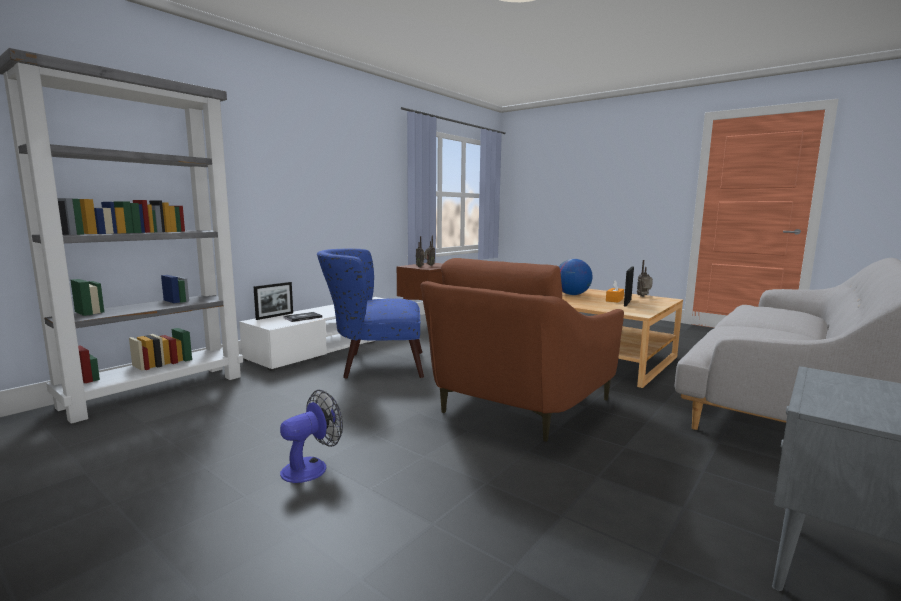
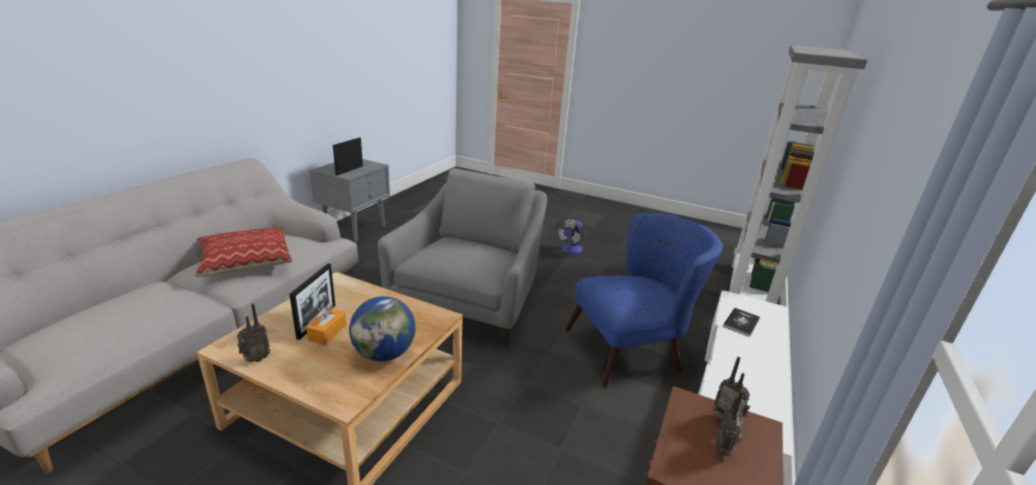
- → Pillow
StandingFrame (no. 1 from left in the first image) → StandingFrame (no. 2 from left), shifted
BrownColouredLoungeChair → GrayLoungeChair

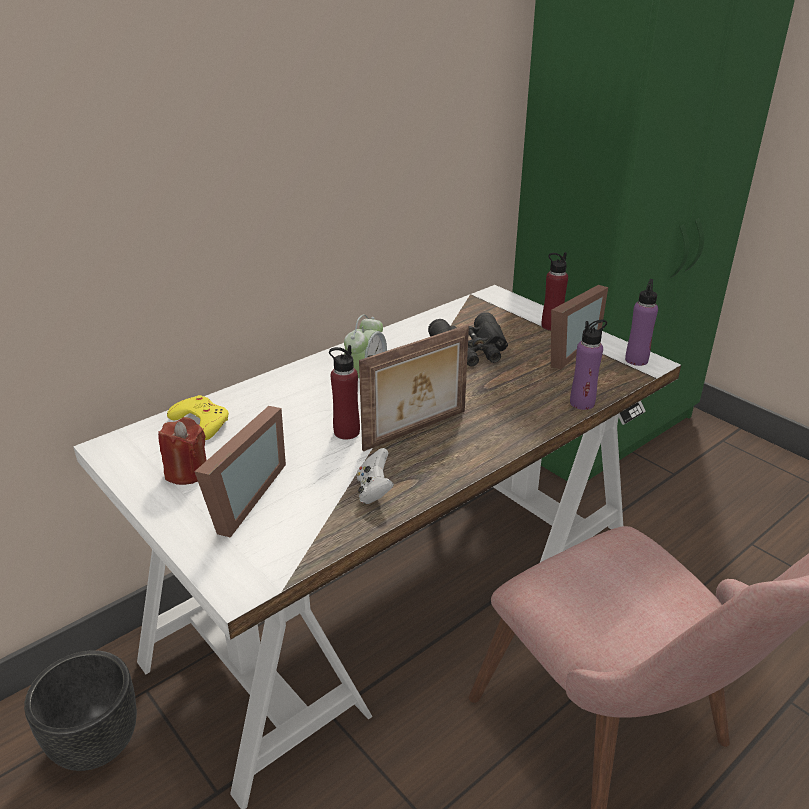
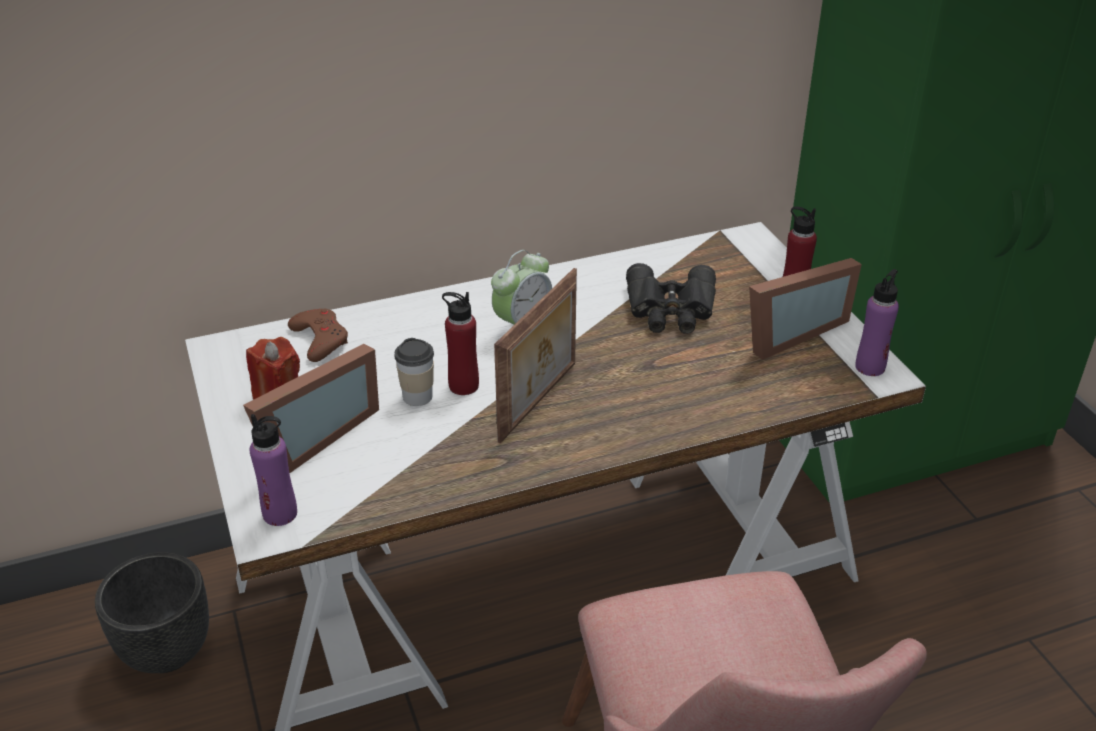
WhitishGameController → -
- → SmallCup
PurplishBottle (no. 1 from left), shifted
YellowGameController → BrownColouredGameController
StandingFrame (no. 2 from left), 45 degrees counterclockwise

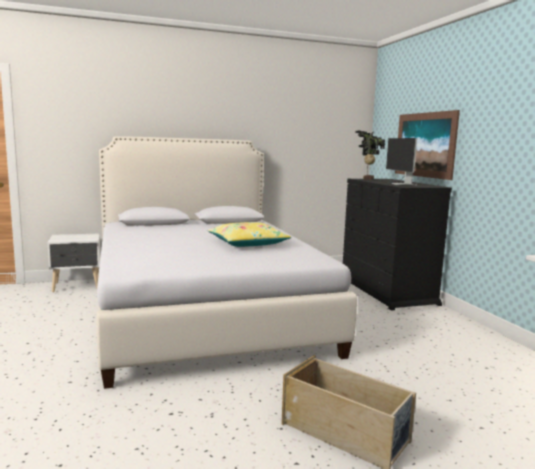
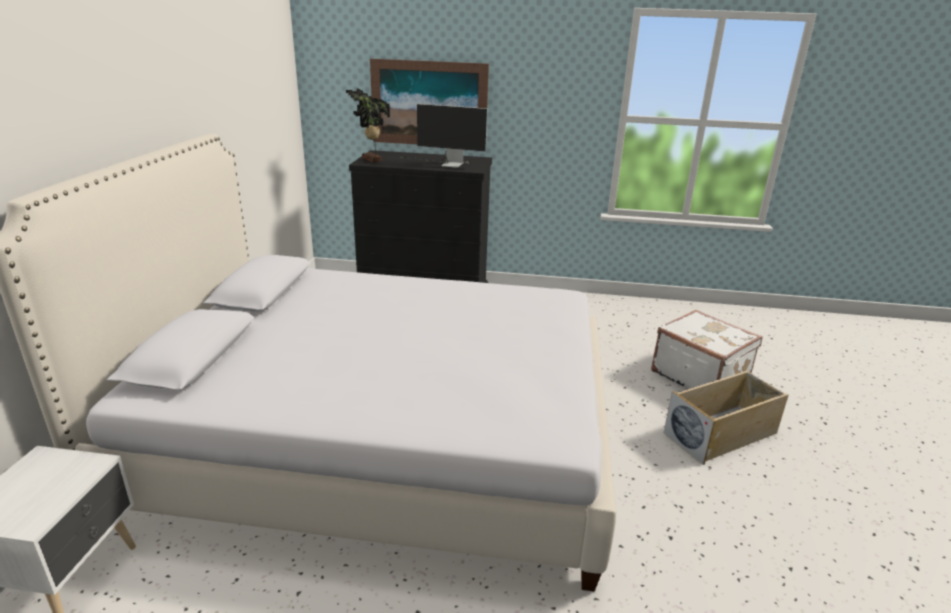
YellowPillow → -
- → WhitishPieceOfLuggage

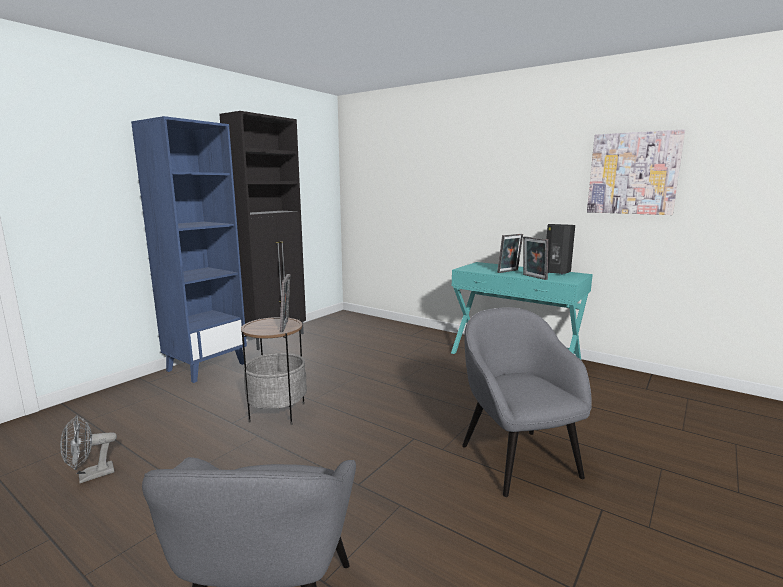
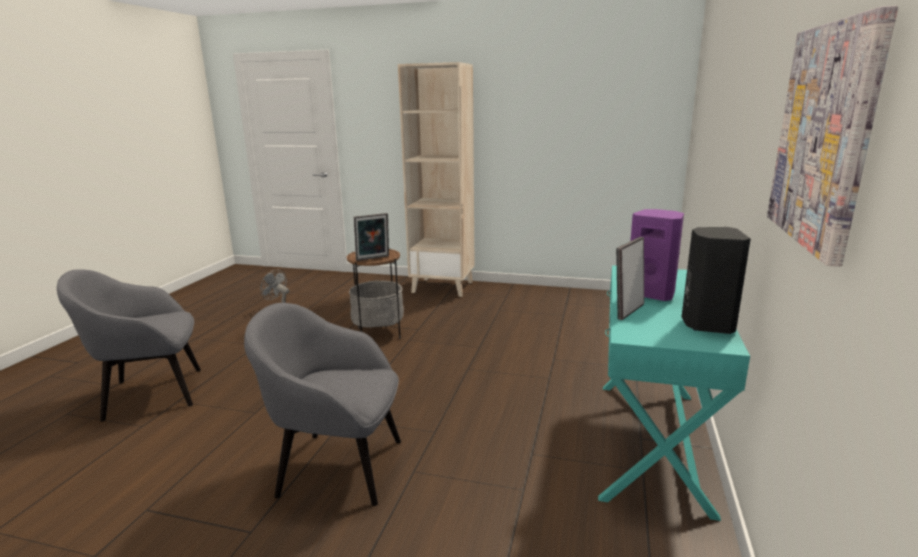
BlackStorageCabinet → -
StandingFrame (no. 2 from left) → PurplishAudioSpeaker
BluishBookcase → BeigeColouredBookcase
GrayLoungeChair (no. 2 from left), 135 degrees counterclockwise

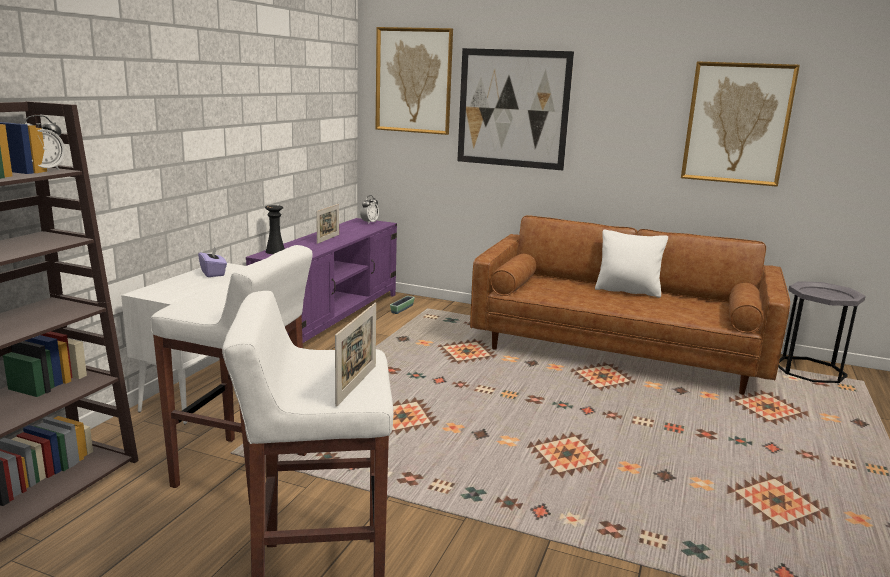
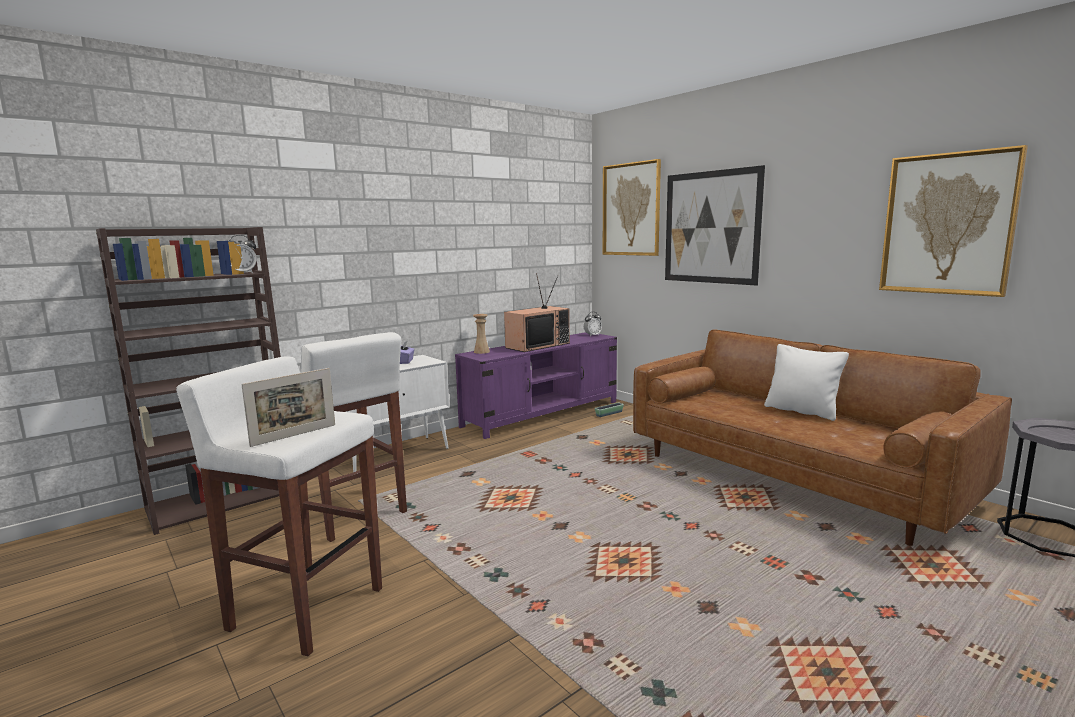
StandingFrame (no. 1 from left) → Tv
BlackFlowerVase → BeigeColouredFlowerVase

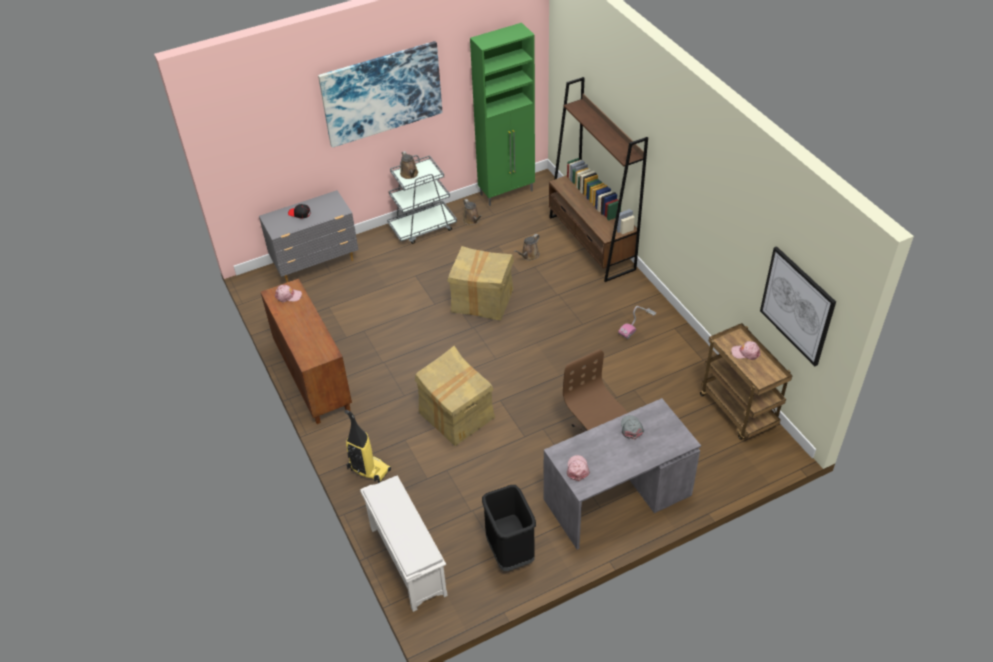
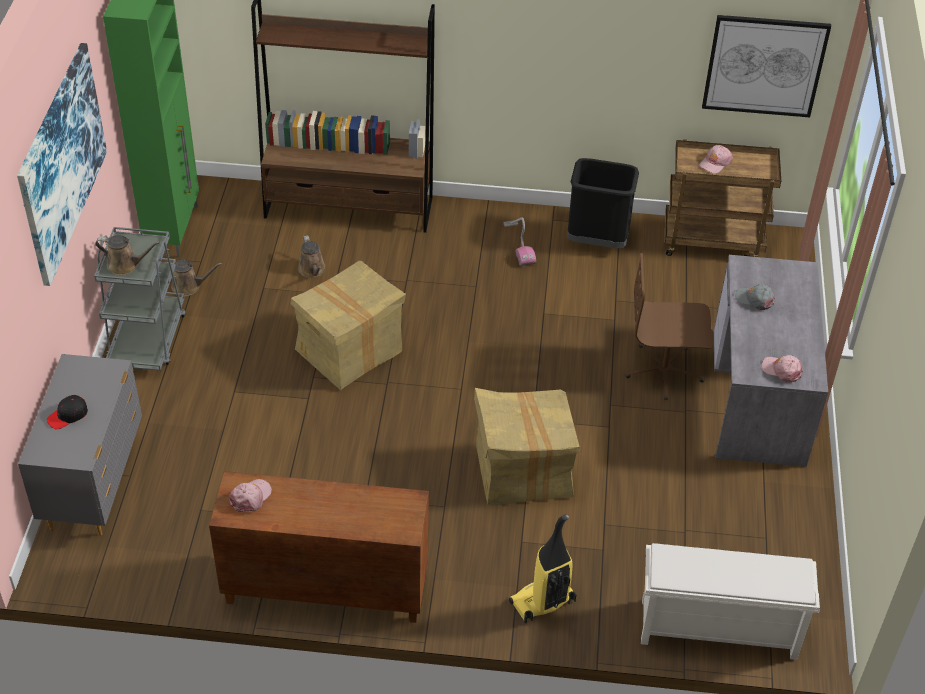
BlackTrashCan, shifted

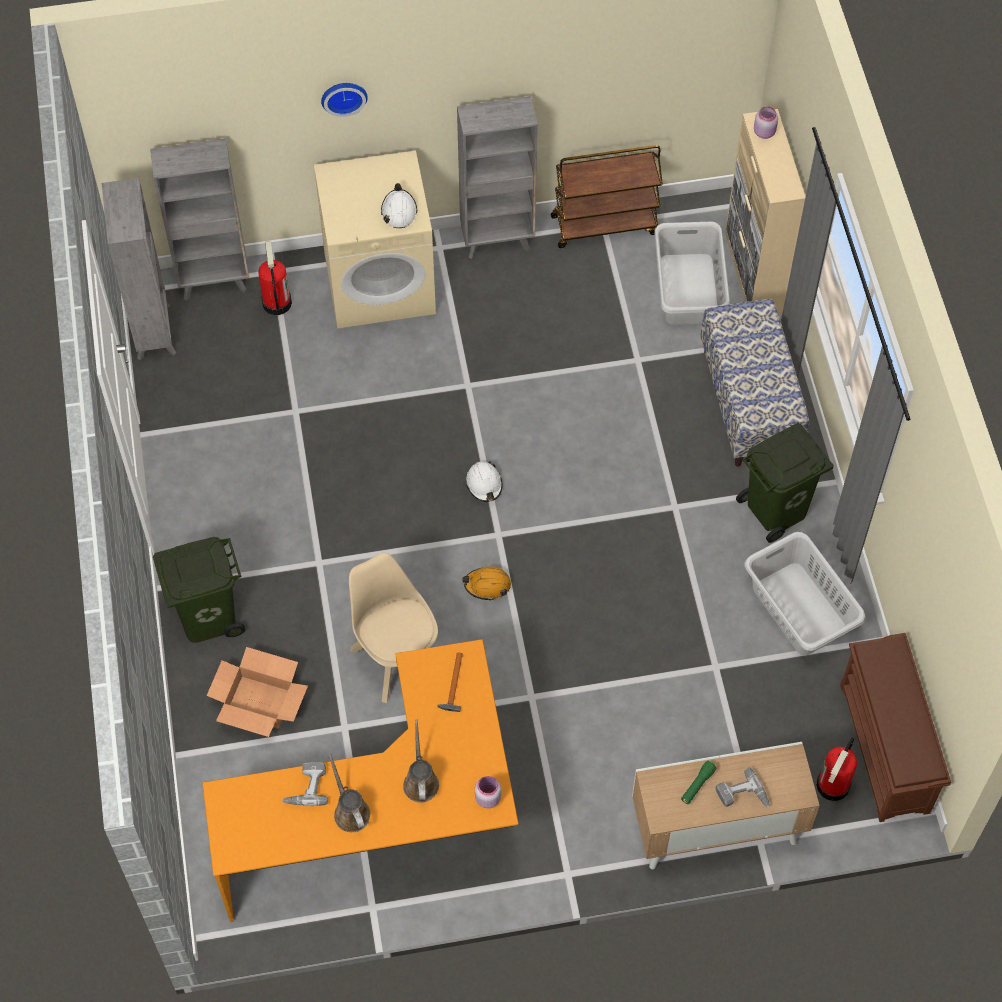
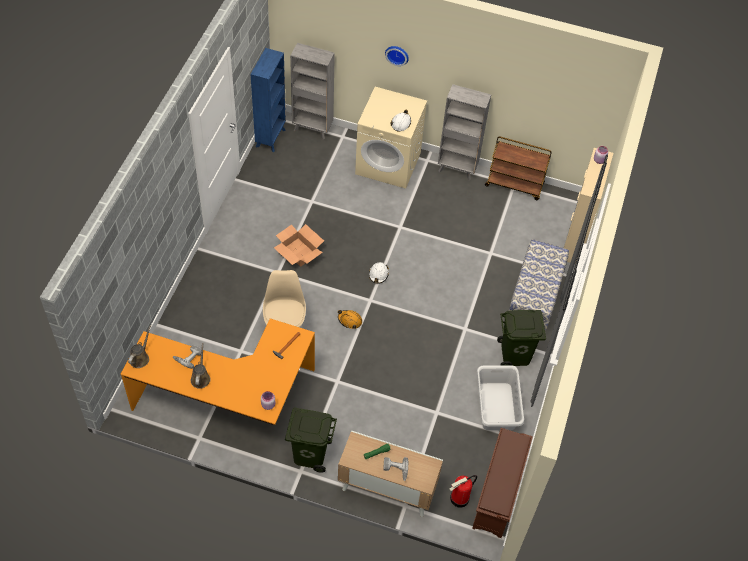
FireFightingCylinder (no. 1 from left) → -
GrayHamper (no. 1 from left) → -
GreenColouredTrashCan (no. 1 from left), shifted
PackingBox, shifted
BrownColouredWateringCan (no. 2 from left in the first image) → BrownColouredWateringCan (no. 1 from left), shifted
GrayBookcase (no. 1 from left) → BluishBookcase

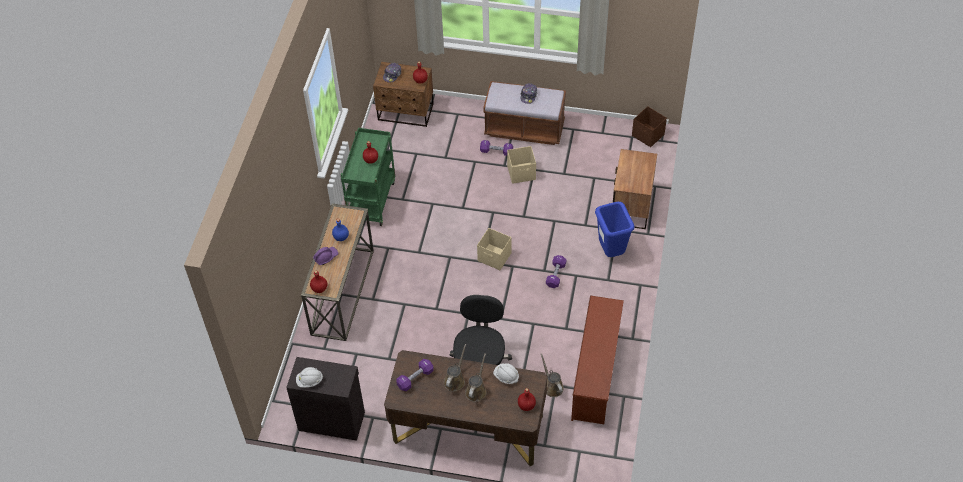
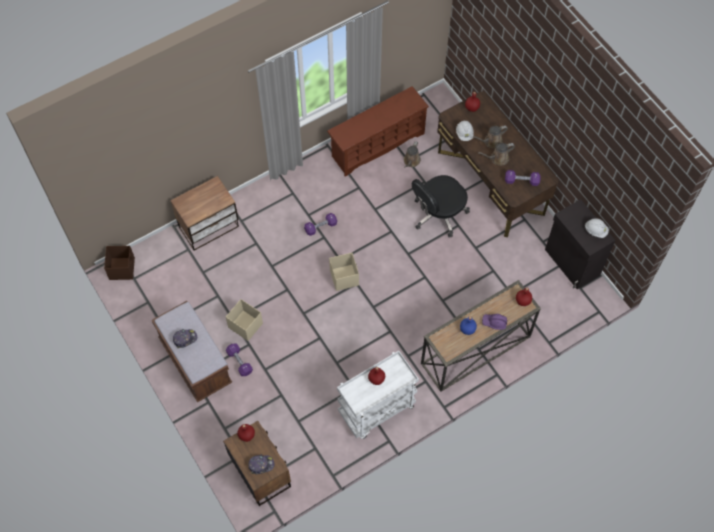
BluishTrashCan → -
GreenColouredCart → WhitishCart

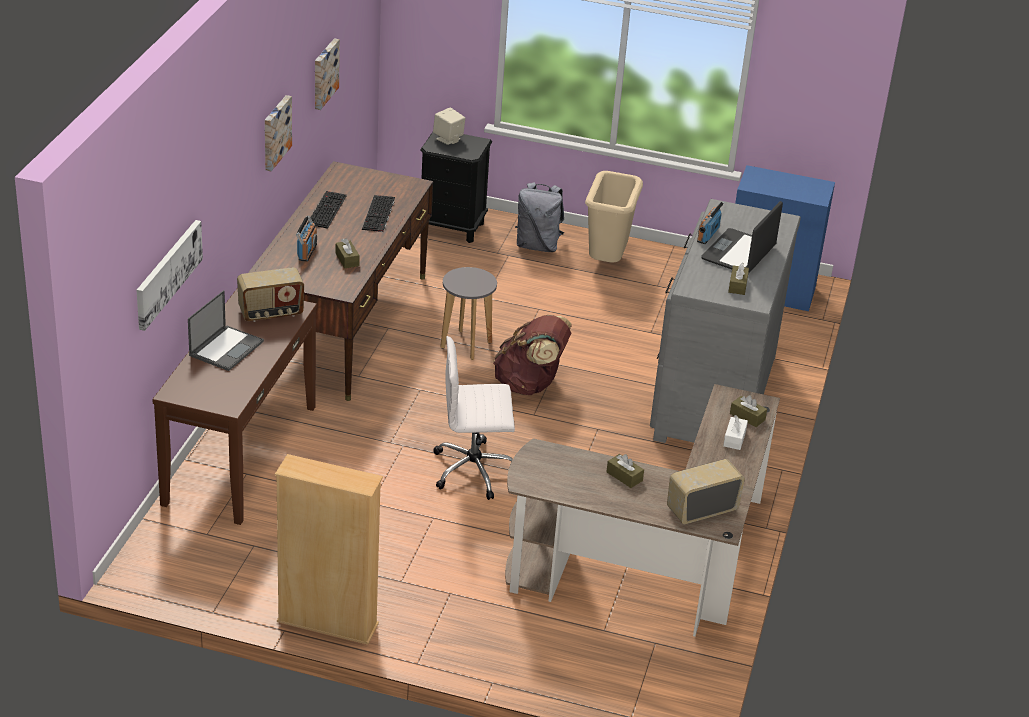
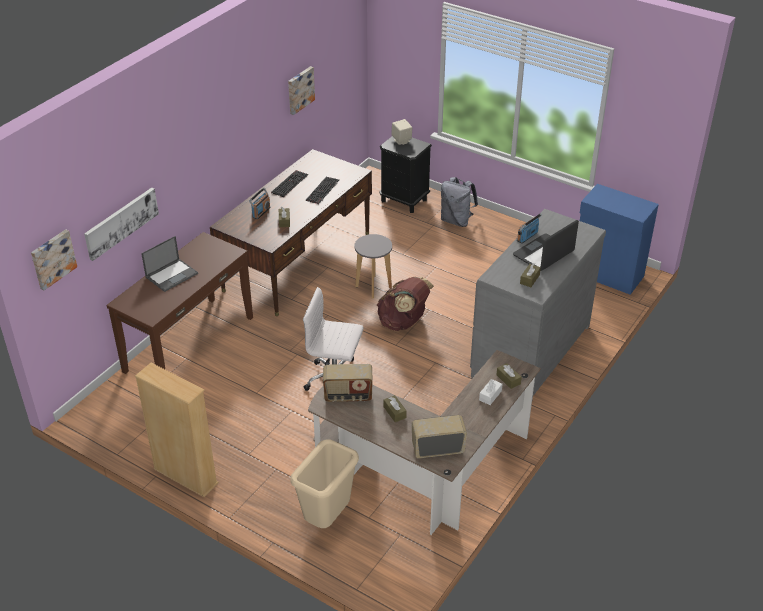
RadioSet (no. 1 from left in the first image) → RadioSet (no. 2 from left), shifted
WallPicture (no. 2 from left in the first image) → WallPicture (no. 1 from left), shifted
BeigeColouredTrashCan, shifted

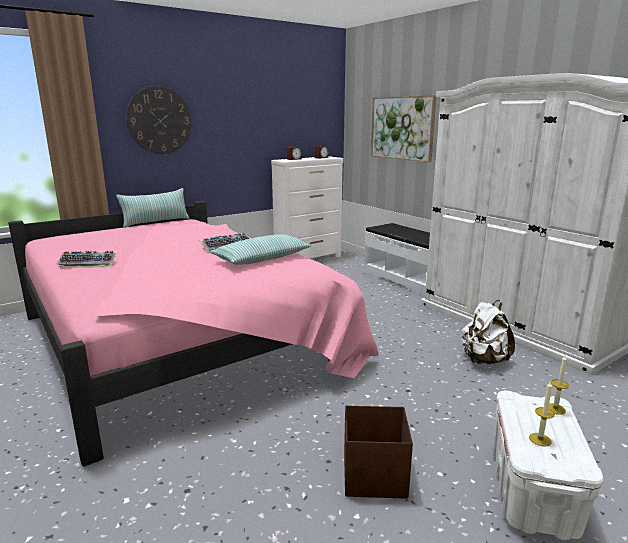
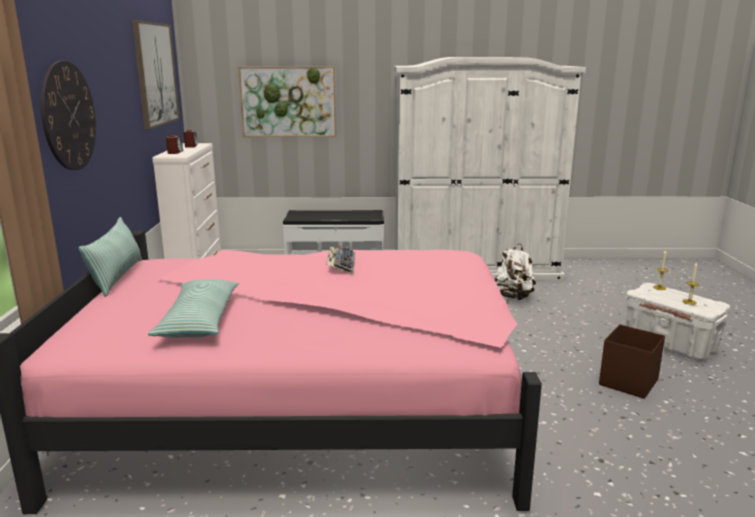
PcKeyboard (no. 1 from left) → -
- → WallPicture (no. 1 from left)
Pillow (no. 2 from left), shifted

